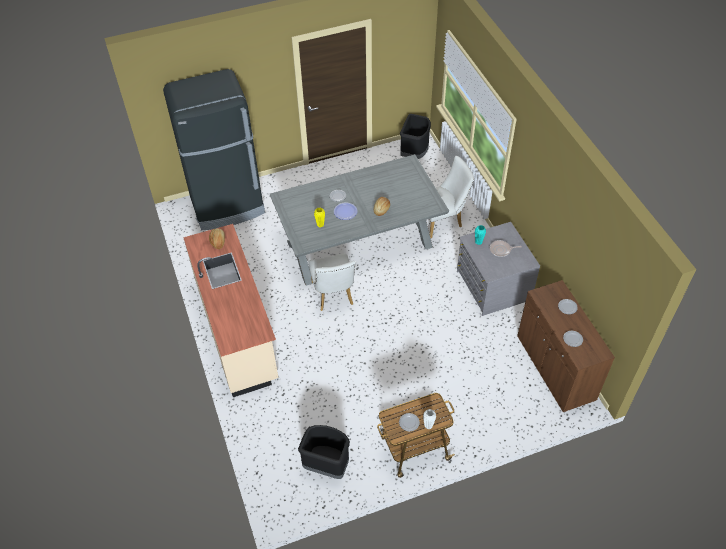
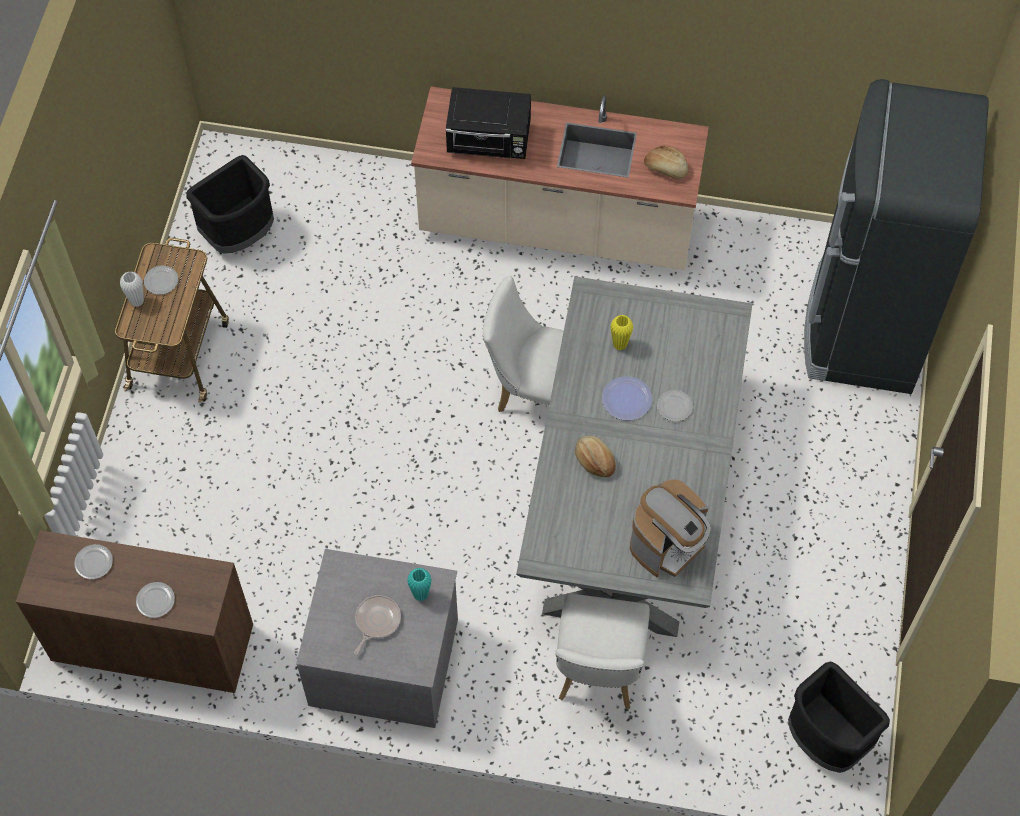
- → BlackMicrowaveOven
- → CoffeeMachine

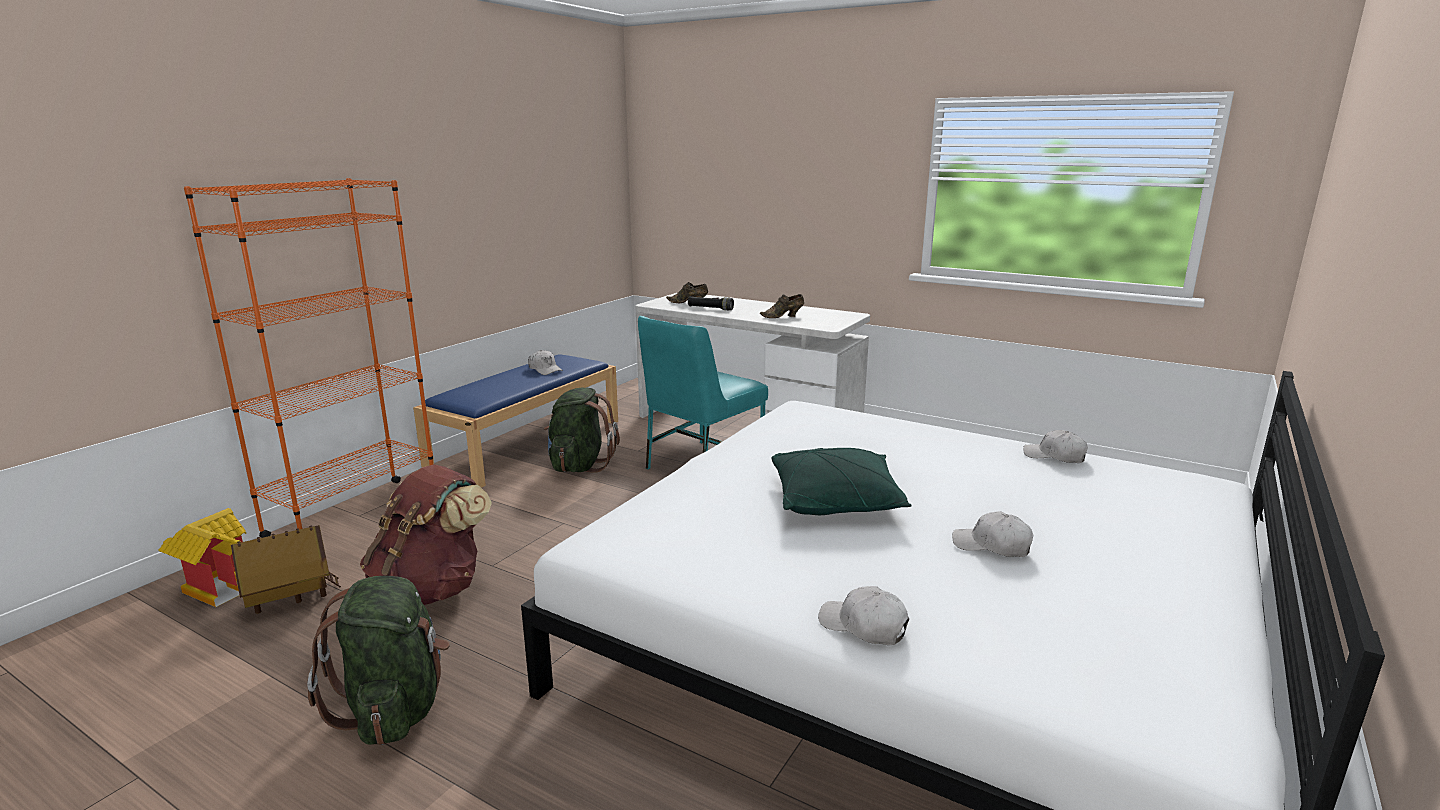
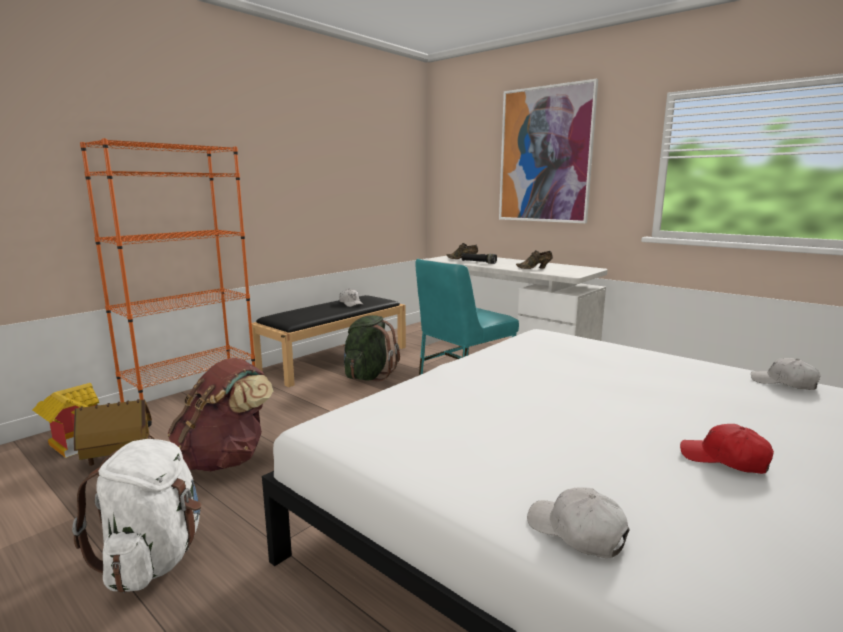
GreenColouredPillow → -
- → WallPicture
GreenColouredRucksack (no. 1 from left) → WhitishRucksack
BluishBench → BlackBench
WhitishCap (no. 3 from left) → ReddishCap

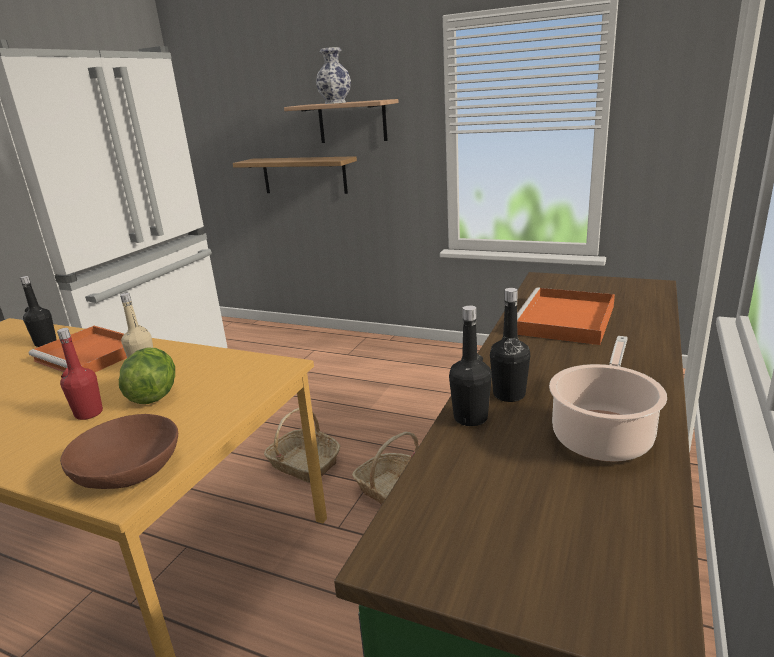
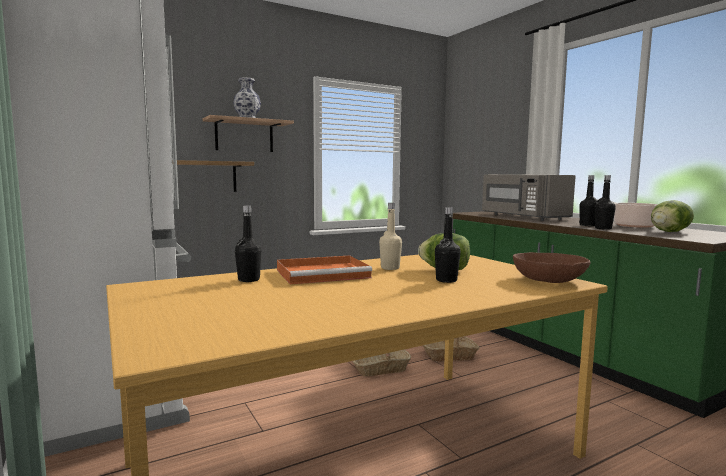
- → Lettuce (no. 2 from left)
OrangeyServingTray (no. 2 from left) → GrayMicrowaveOven
ReddishBottle → BlackBottle (no. 2 from left)

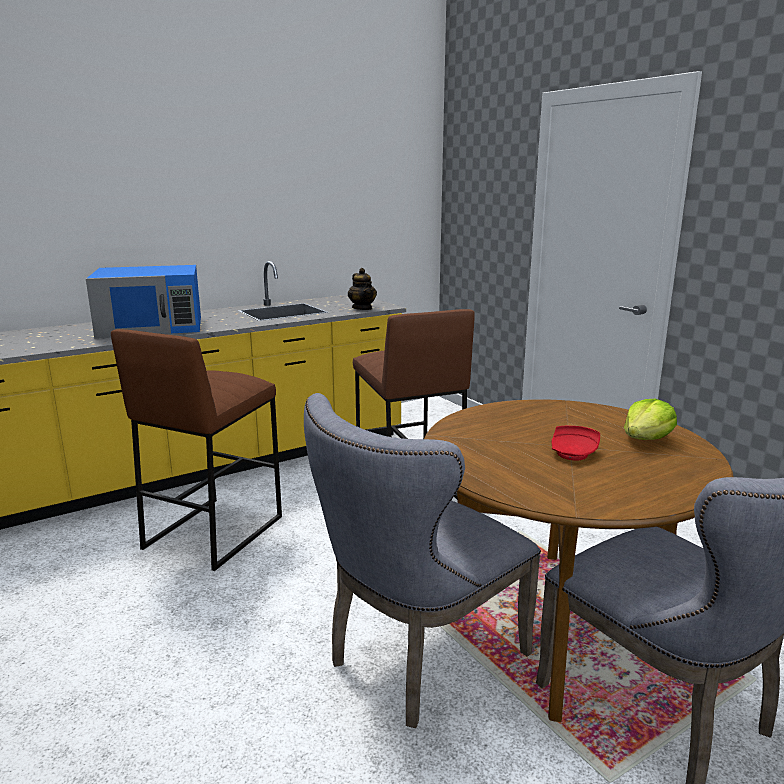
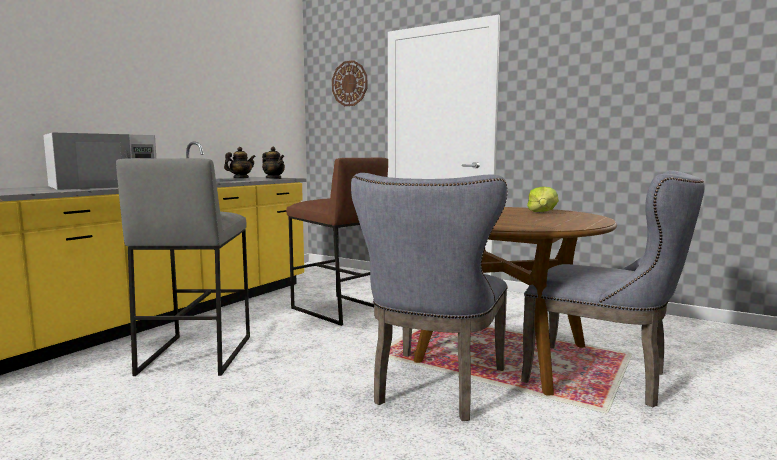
ReddishFlatDish → -
- → TeaPot (no. 1 from left)
- → WallClock
BluishMicrowaveOven → WhitishMicrowaveOven
BrownColouredStoolSeat (no. 1 from left) → GrayStoolSeat

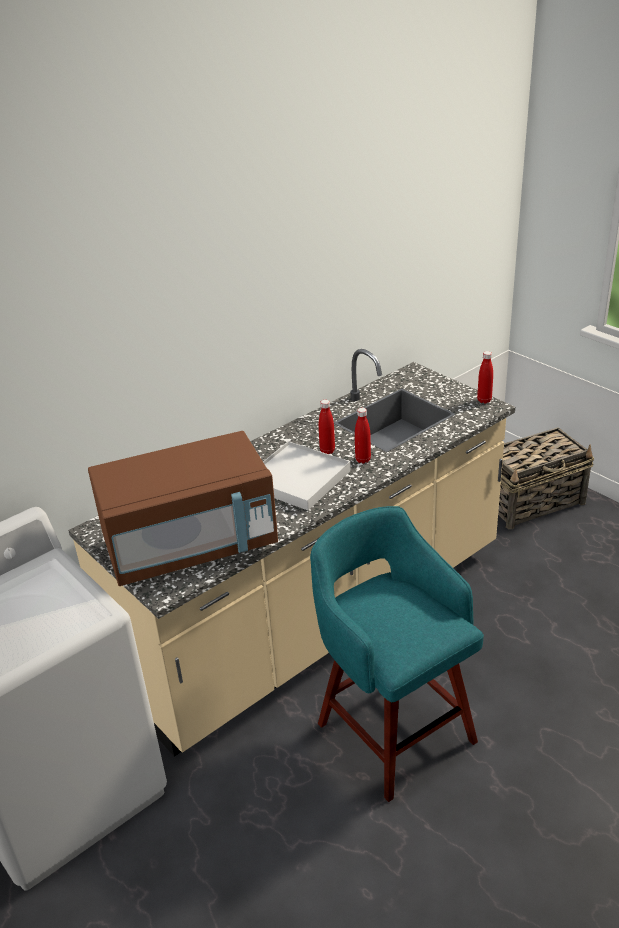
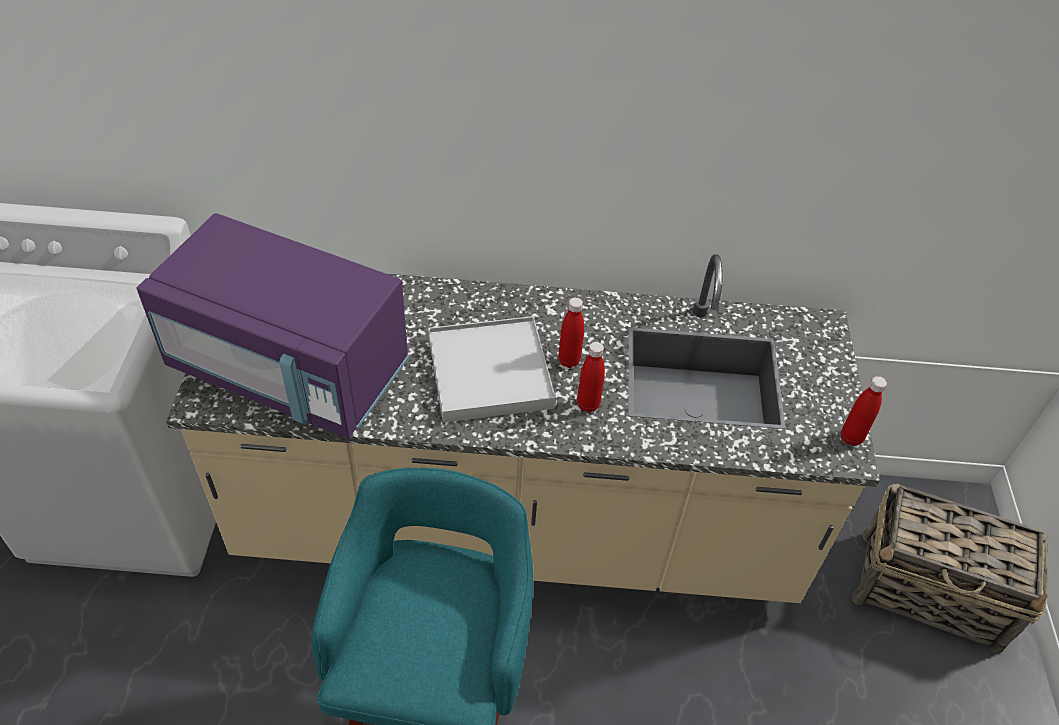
BrownColouredMicrowaveOven → PurplishMicrowaveOven

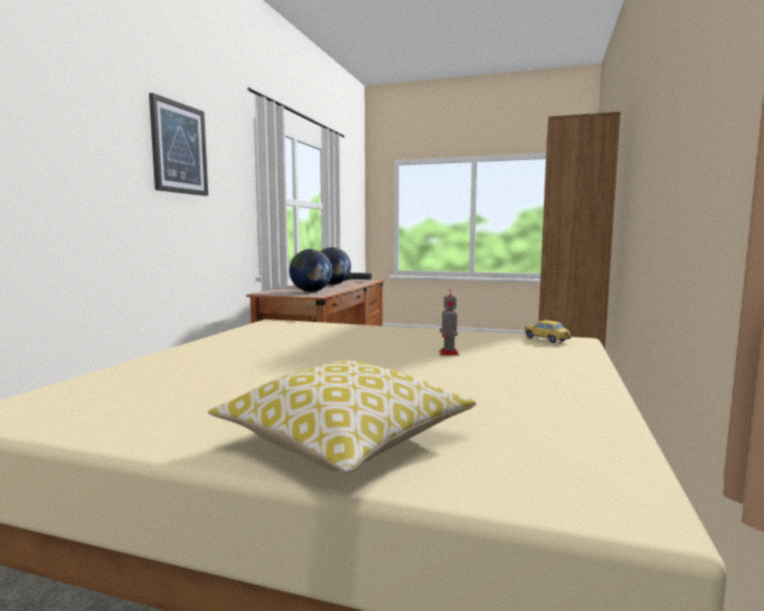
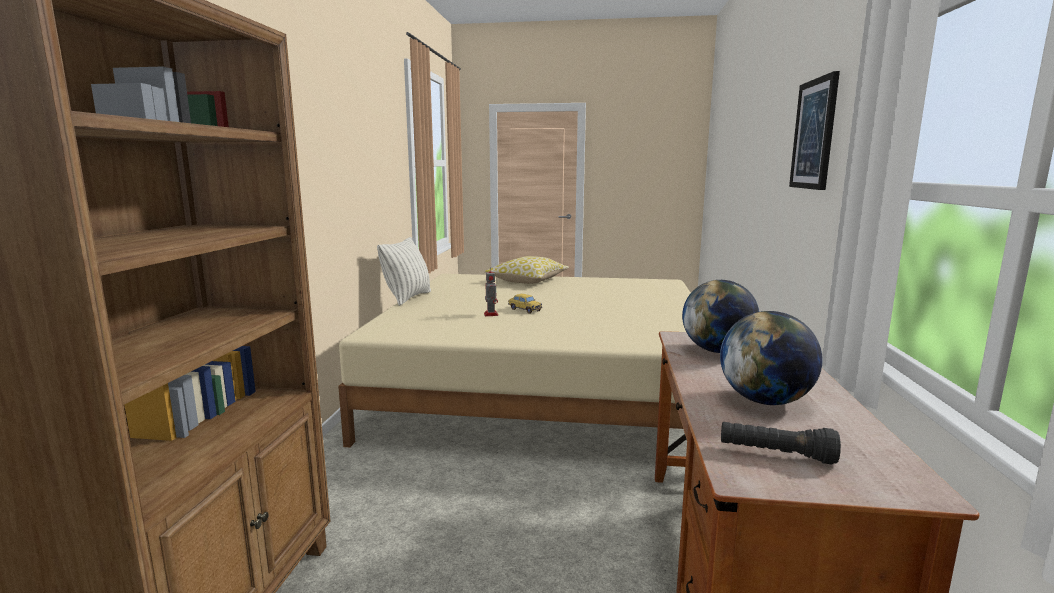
- → Pillow (no. 1 from left)
MiniatureCar, shifted

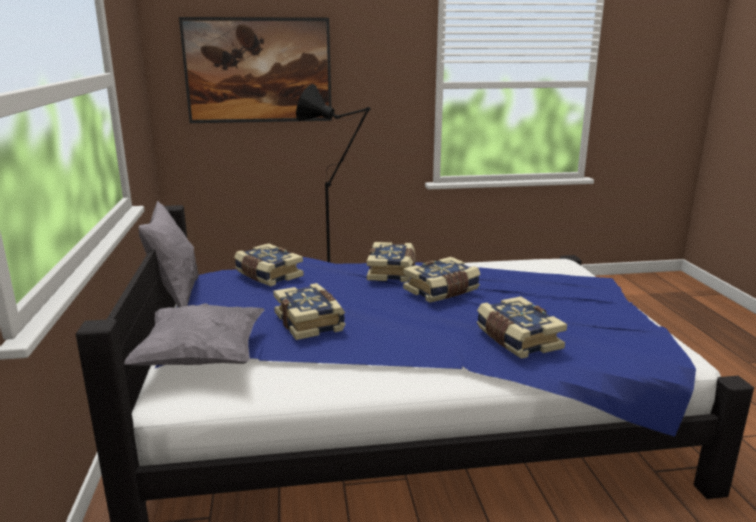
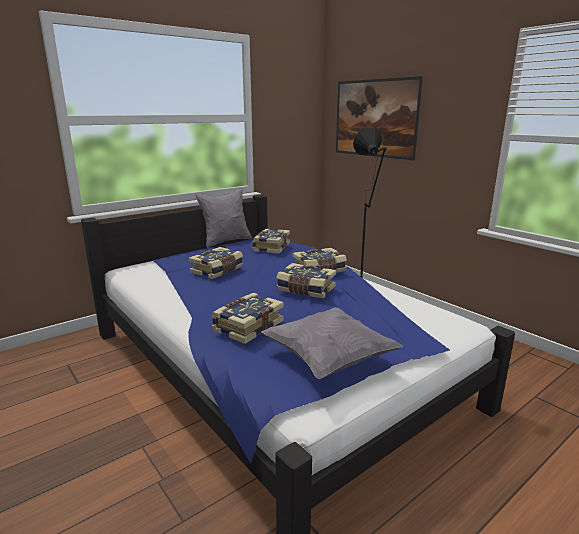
GrayPillow (no. 2 from left), shifted

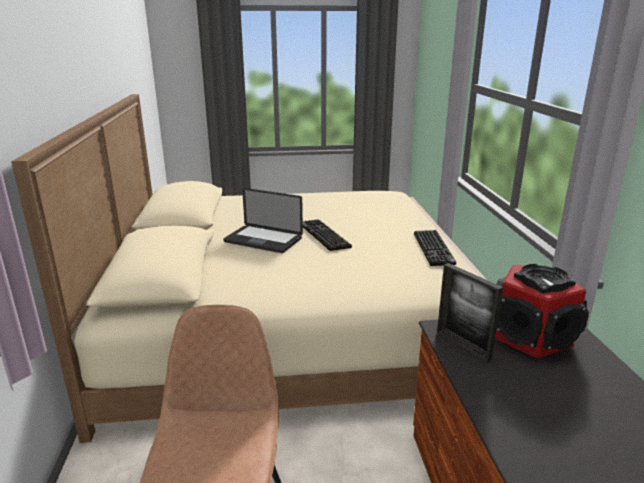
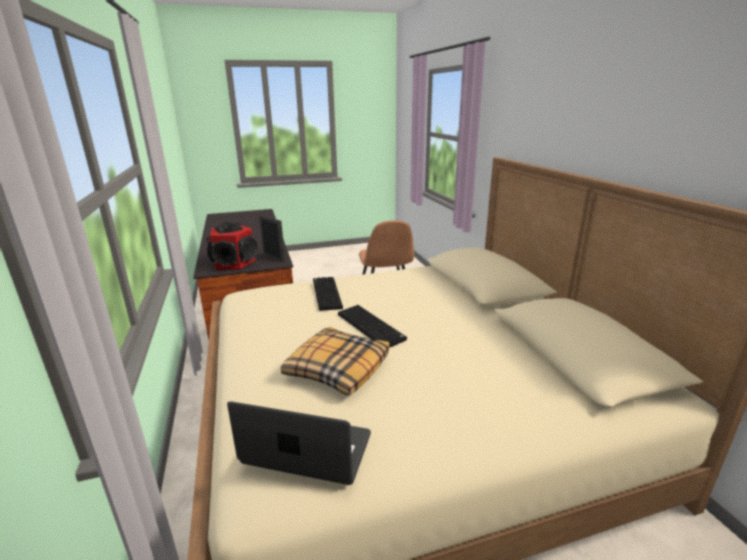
- → Pillow
Laptop, shifted
PcKeyboard (no. 2 from left in the first image) → PcKeyboard (no. 1 from left), shifted

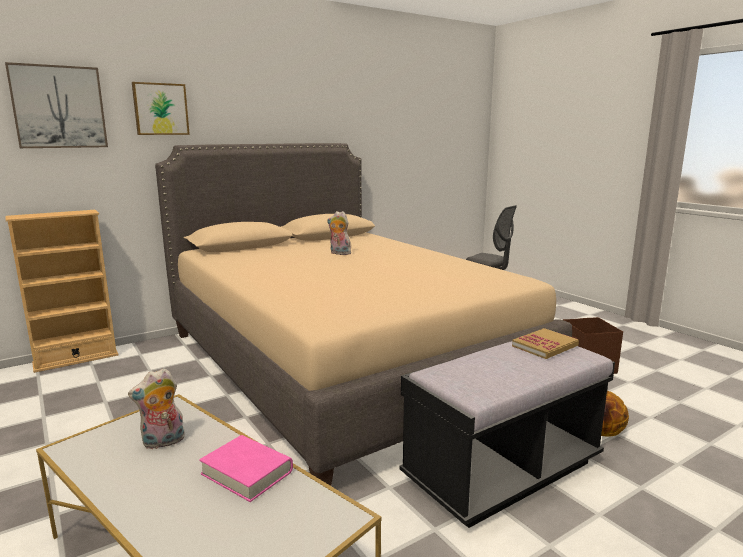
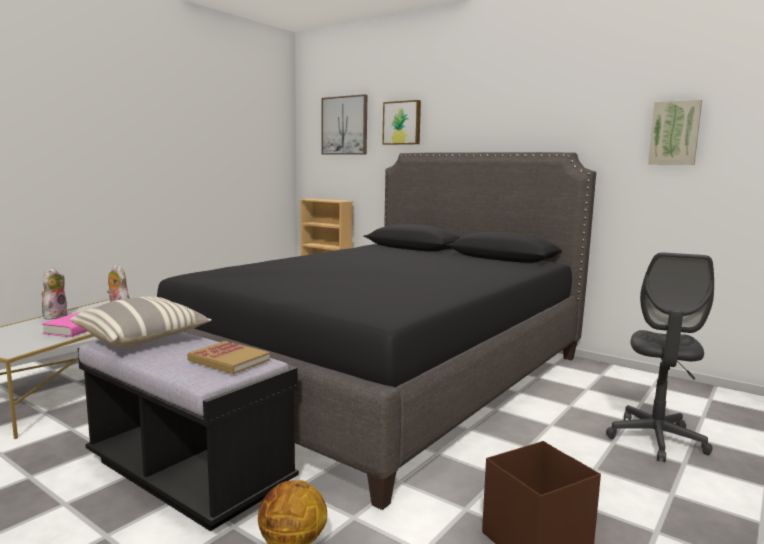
- → Pillow
- → WallPicture (no. 3 from left)
SoftToy (no. 2 from left in the first image) → SoftToy (no. 1 from left), shifted
BeigeColouredBedroomBed → BlackBedroomBed

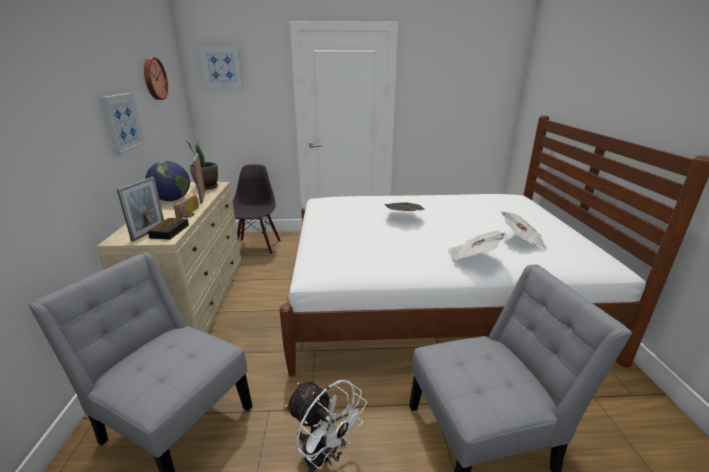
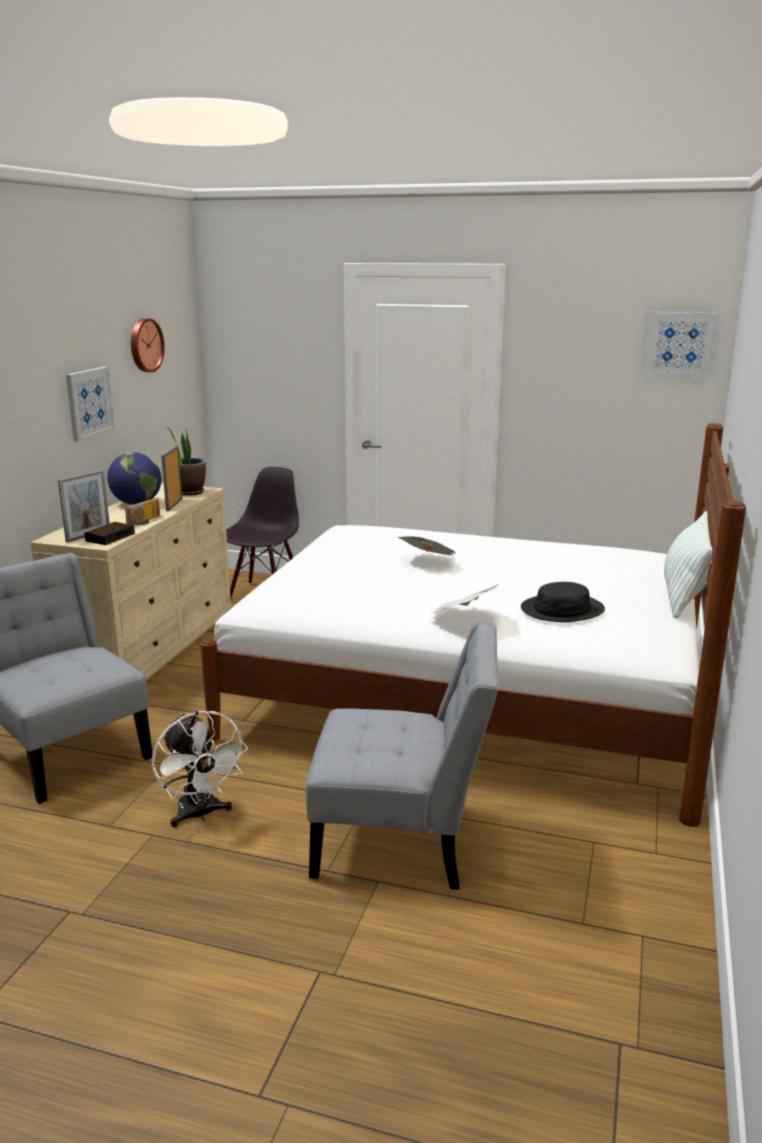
- → Pillow
WallPicture (no. 2 from left), shifted
DailyPaper (no. 3 from left) → BlackHat

